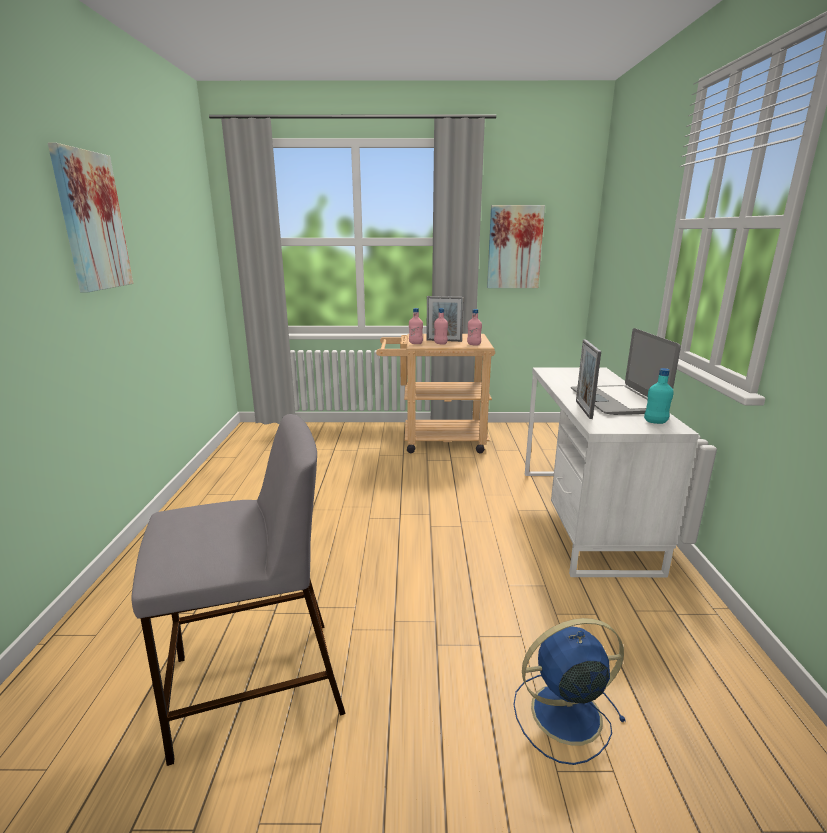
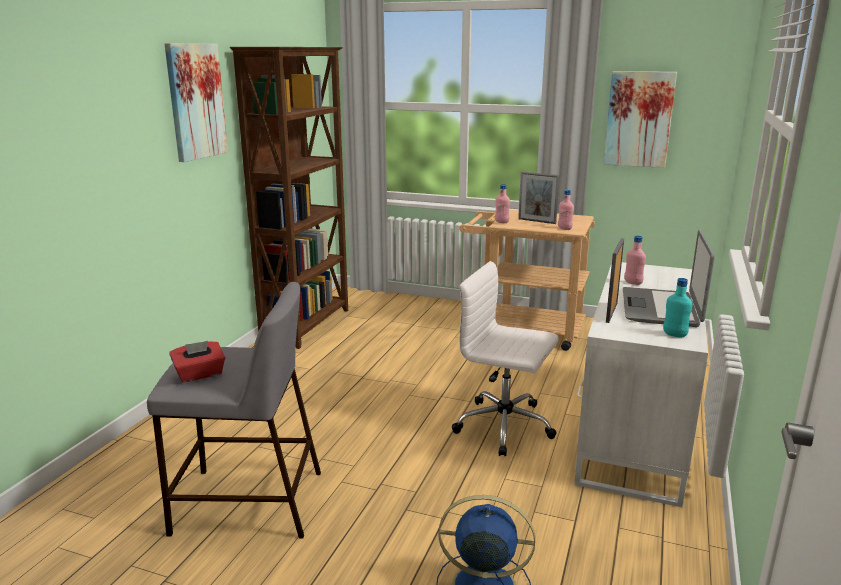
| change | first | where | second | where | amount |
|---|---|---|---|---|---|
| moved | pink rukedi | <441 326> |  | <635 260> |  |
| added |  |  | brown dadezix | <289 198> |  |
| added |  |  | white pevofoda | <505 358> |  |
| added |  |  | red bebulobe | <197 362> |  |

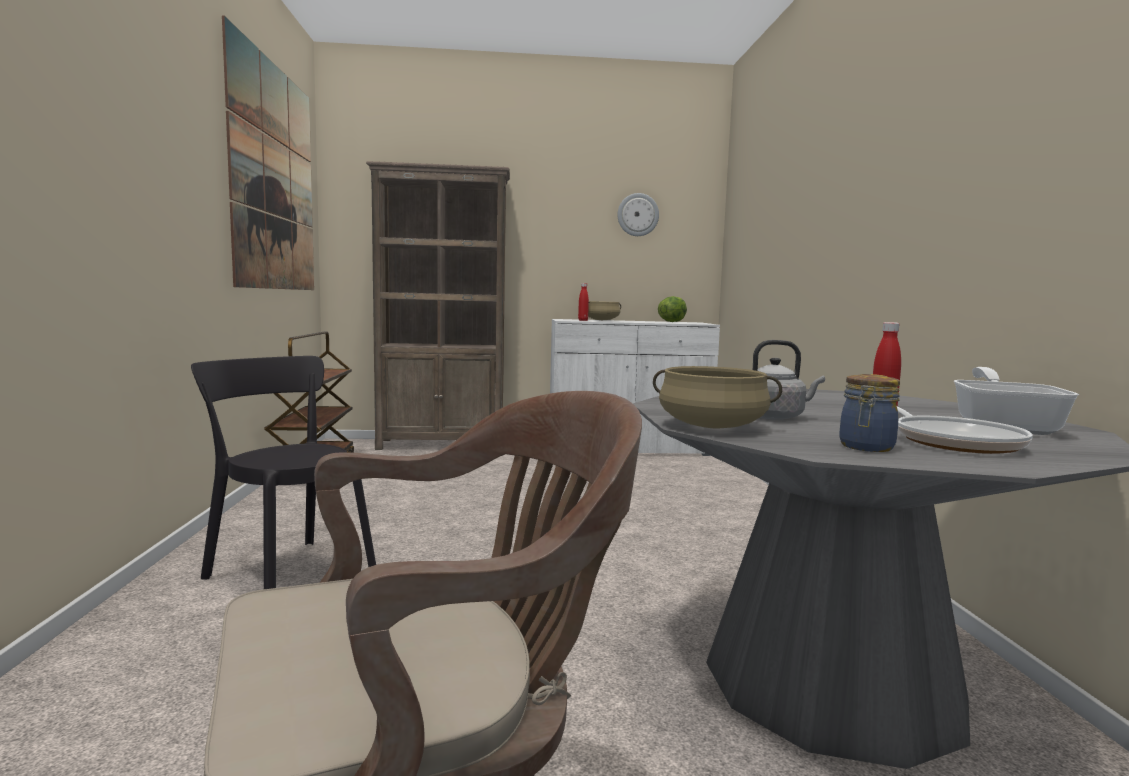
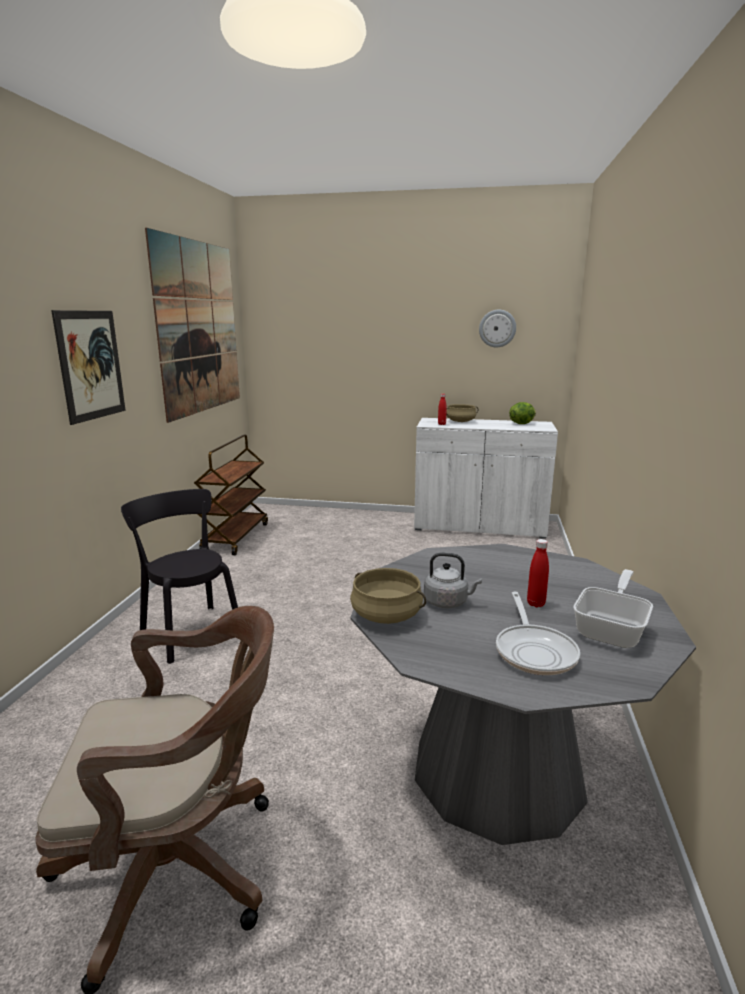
| change | first | where | second | where | amount |
|---|---|---|---|---|---|
| removed | brown dadezix | <438 305> |  |  |  |
| removed | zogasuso | <869 413> |  |  |  |
| added |  |  | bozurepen | <88 367> |  |

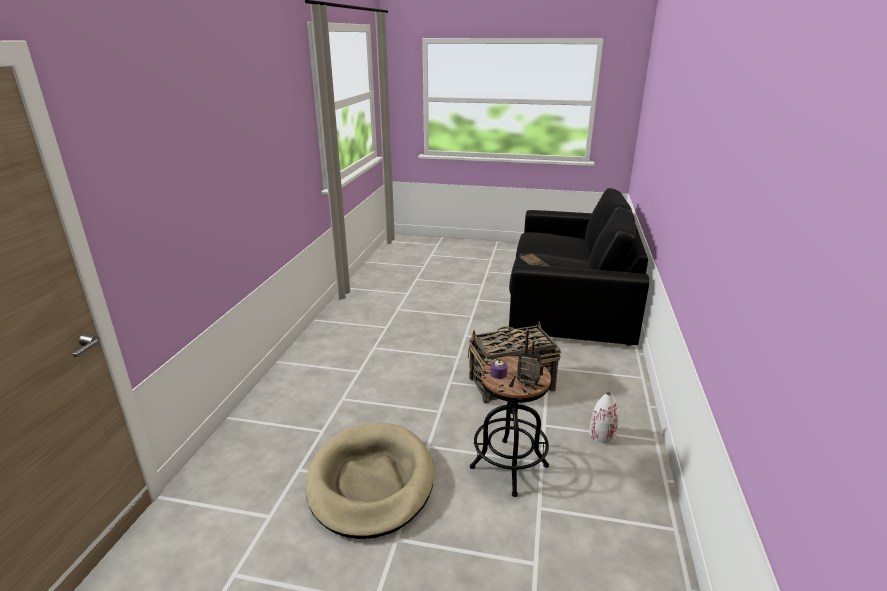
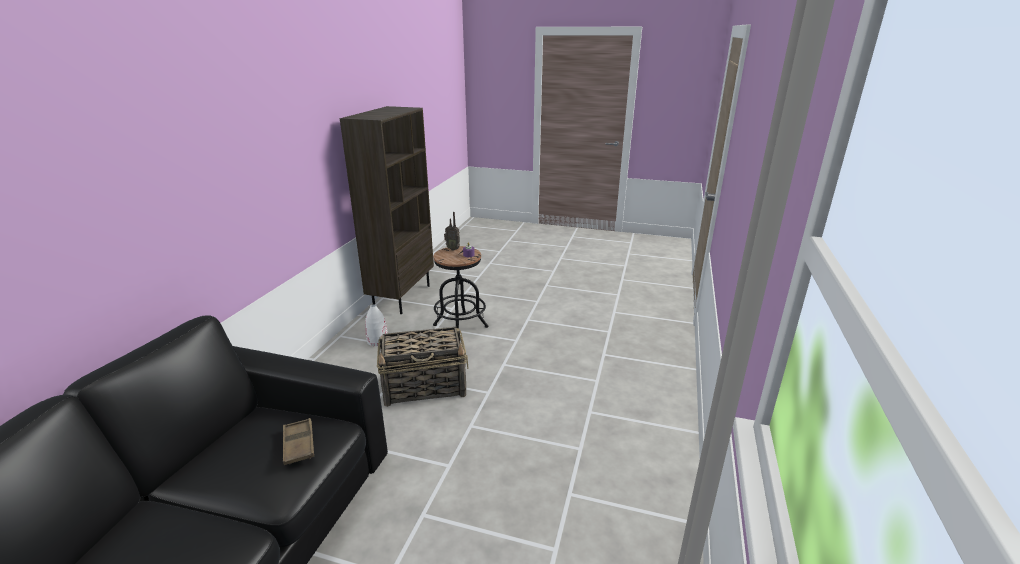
| change | first | where | second | where | amount |
|---|---|---|---|---|---|
| removed | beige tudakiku | <369 481> |  |  |  |
| added |  |  | brown dadezix | <387 210> |  |

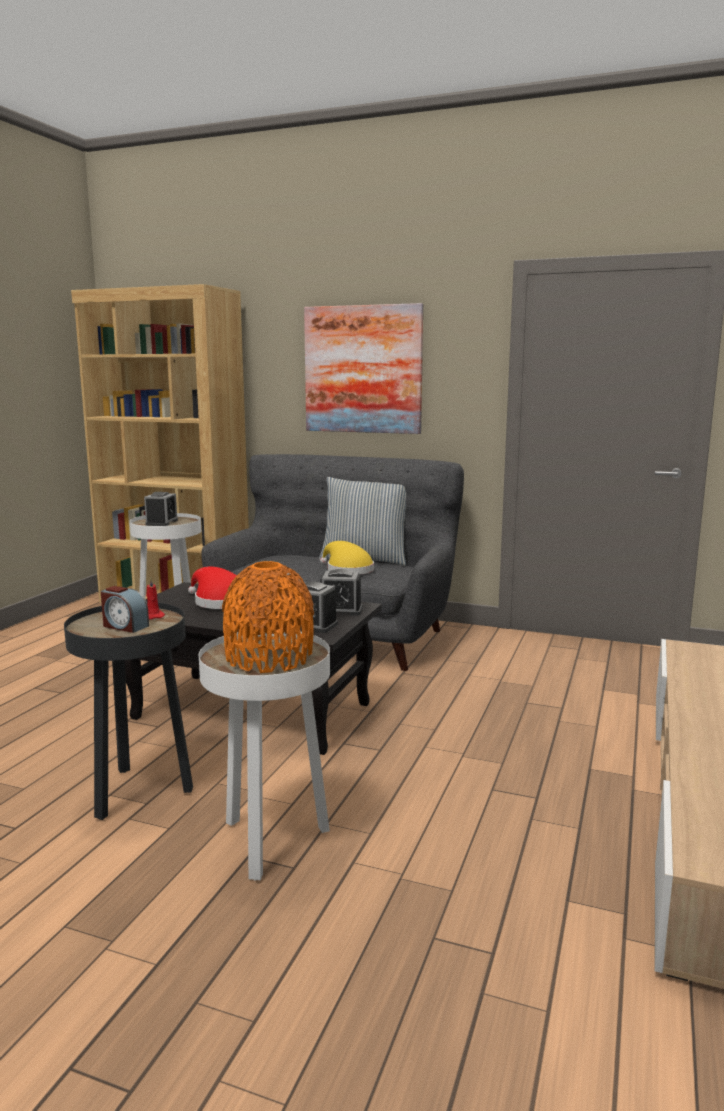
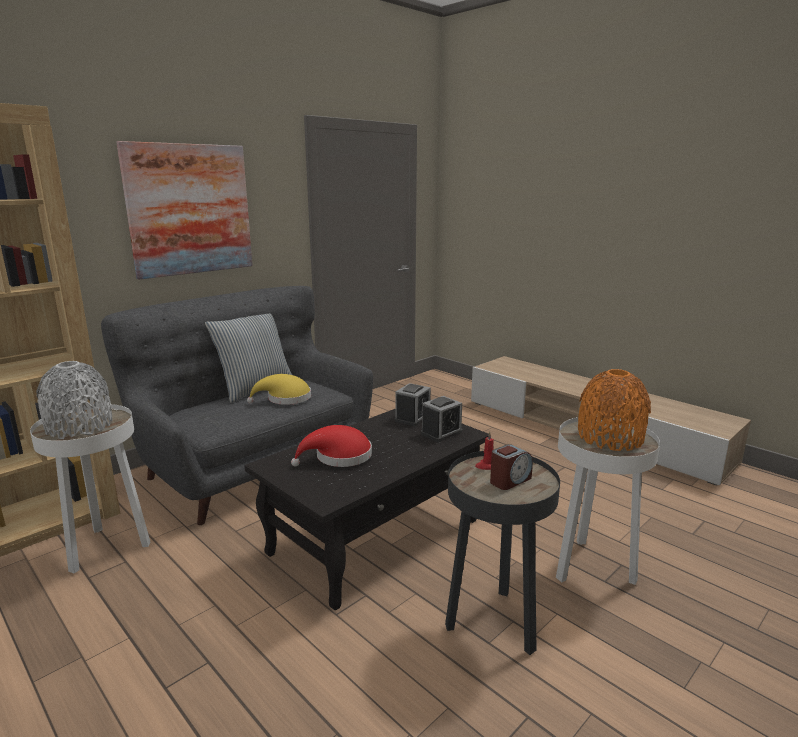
| change | first | where | second | where | amount |
|---|---|---|---|---|---|
| replaced | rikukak | <161 509> | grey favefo | <74 400> |  |

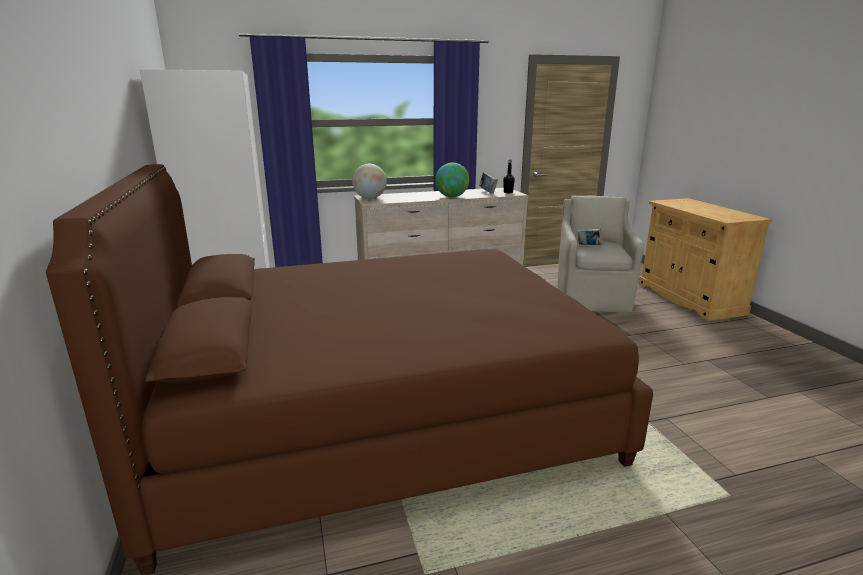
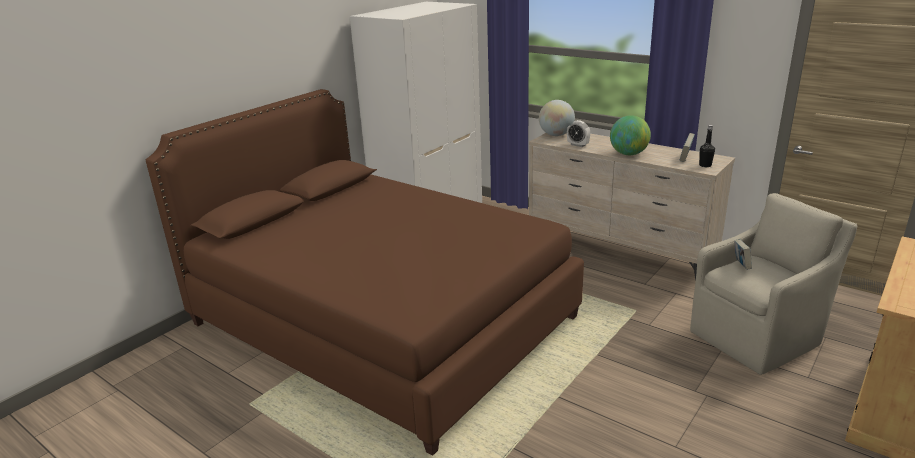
| change | first | where | second | where | amount |
|---|---|---|---|---|---|
| added |  |  | rikukak | <578 133> |  |

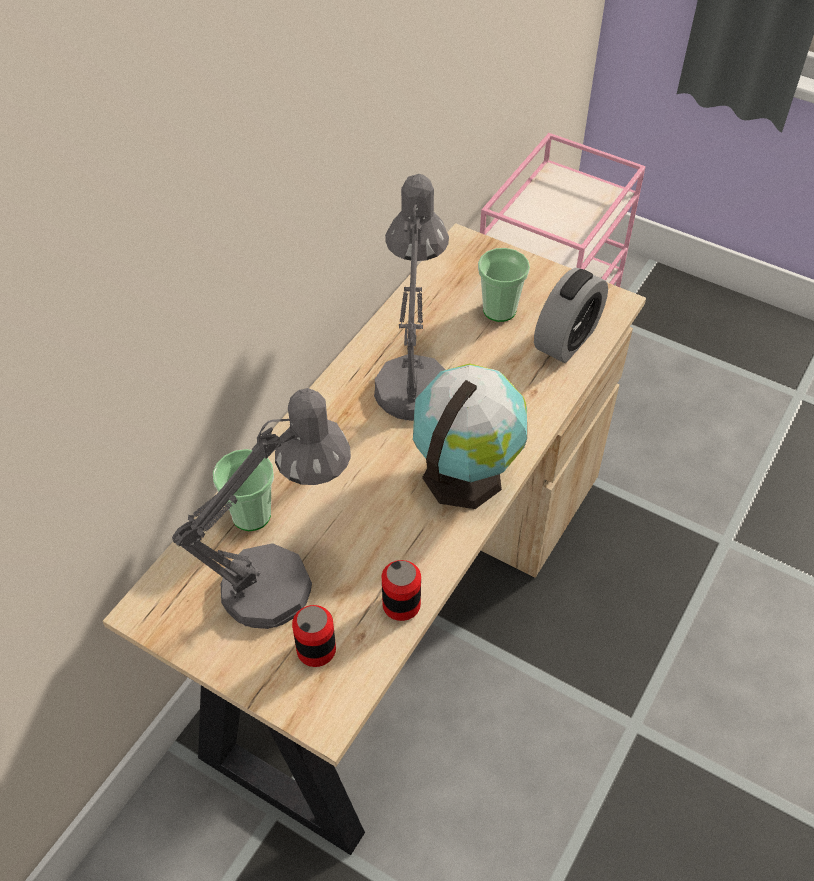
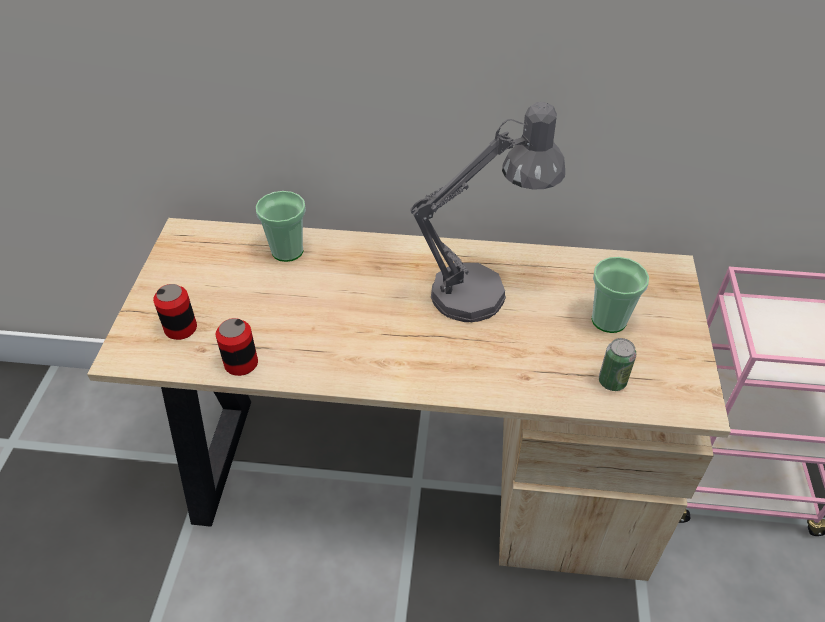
| change | first | where | second | where | amount |
|---|---|---|---|---|---|
| replaced | rikukak | <571 315> | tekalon | <617 364> |  |
| removed | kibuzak | <470 436> |  |  |  |
| removed | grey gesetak | <261 508> |  |  |  |

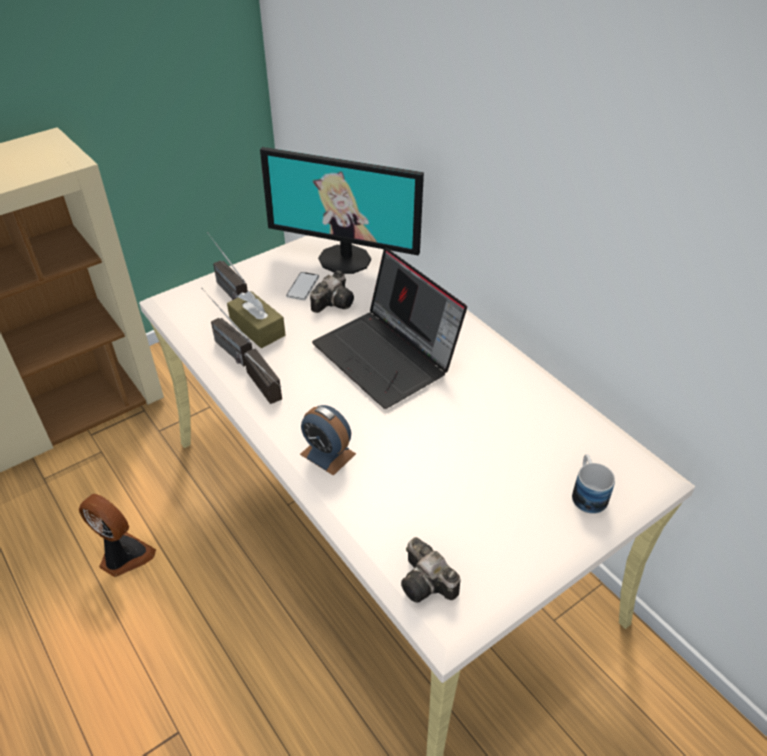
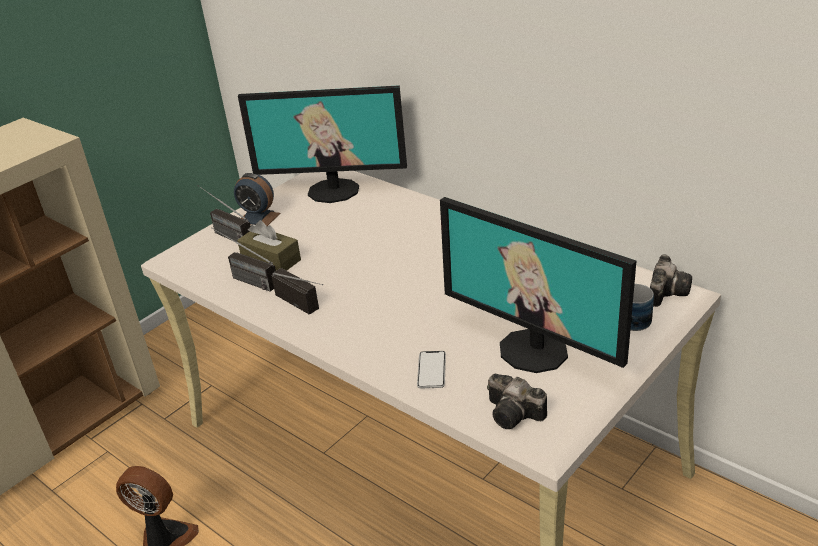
| change | first | where | second | where | amount |
|---|---|---|---|---|---|
| removed | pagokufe | <389 328> |  |  |  |
| moved | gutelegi | <332 291> |  | <671 280> |  |
| moved | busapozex | <302 286> |  | <431 369> |  |
| moved | rikukak | <328 440> |  | <257 200> |  |
| added |  |  | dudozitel | <538 285> |  |

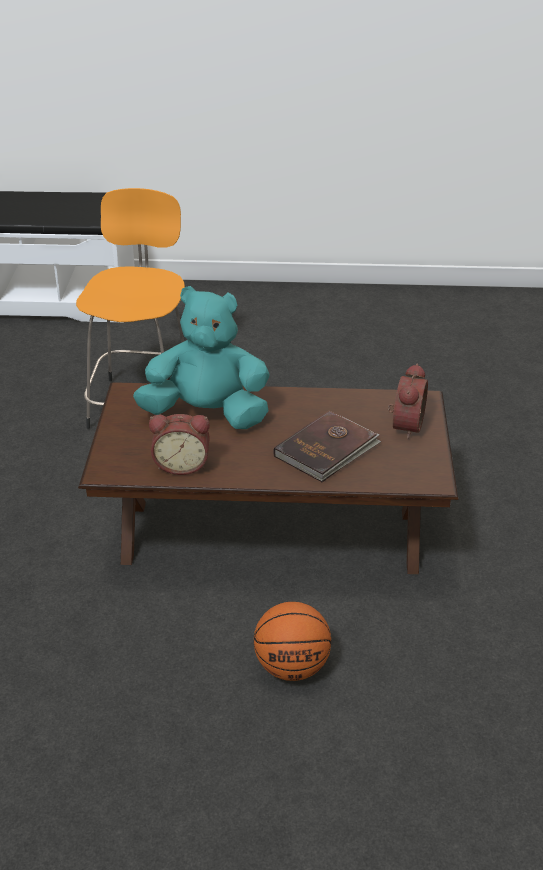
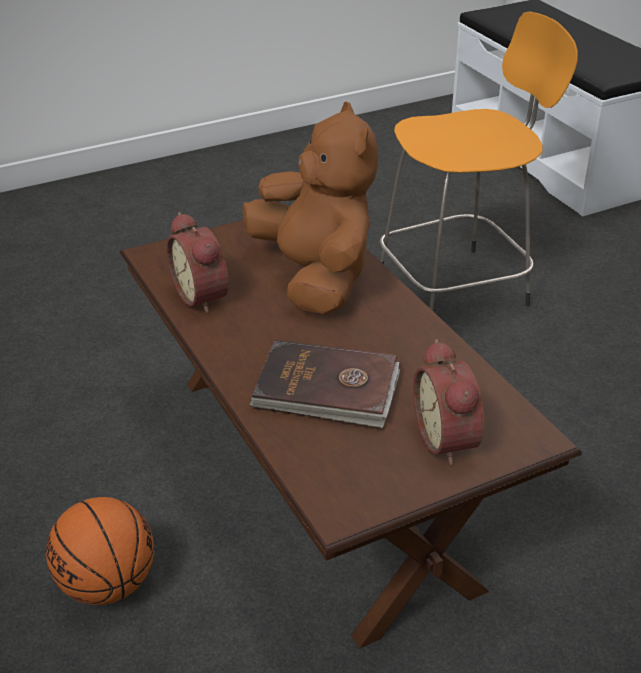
| change | first | where | second | where | amount |
|---|---|---|---|---|---|
| recoloured | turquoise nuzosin | <201 357> | brown nuzosin | <310 208> |  |
| turned | rikukak | <408 401> |  | <448 402> | 90 degrees clockwise |

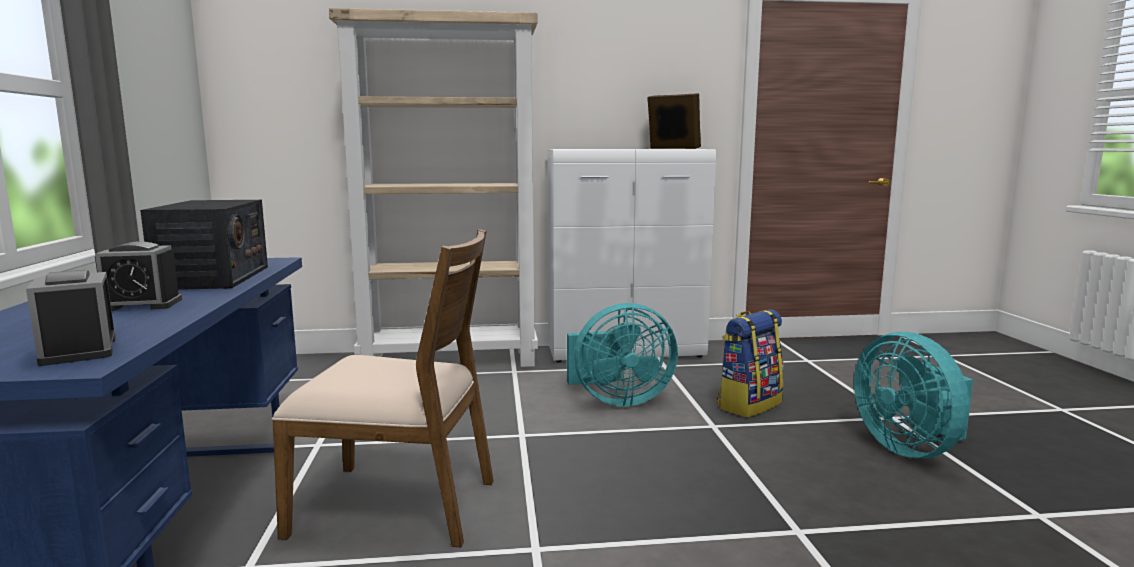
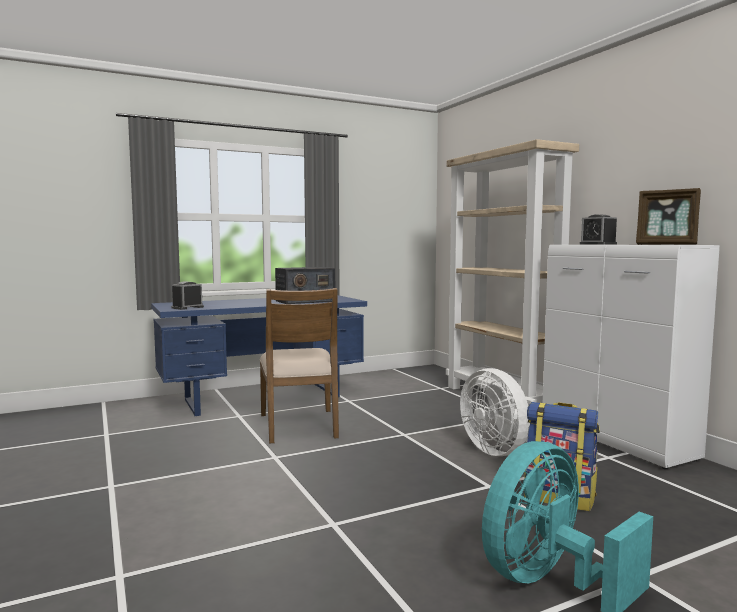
| change | first | where | second | where | amount |
|---|---|---|---|---|---|
| turned | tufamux | <674 121> |  | <668 216> | 105 degrees clockwise |
| moved | rikukak | <138 276> |  | <598 229> |  |
| recoloured | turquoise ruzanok | <622 355> | white ruzanok | <498 412> |  |

